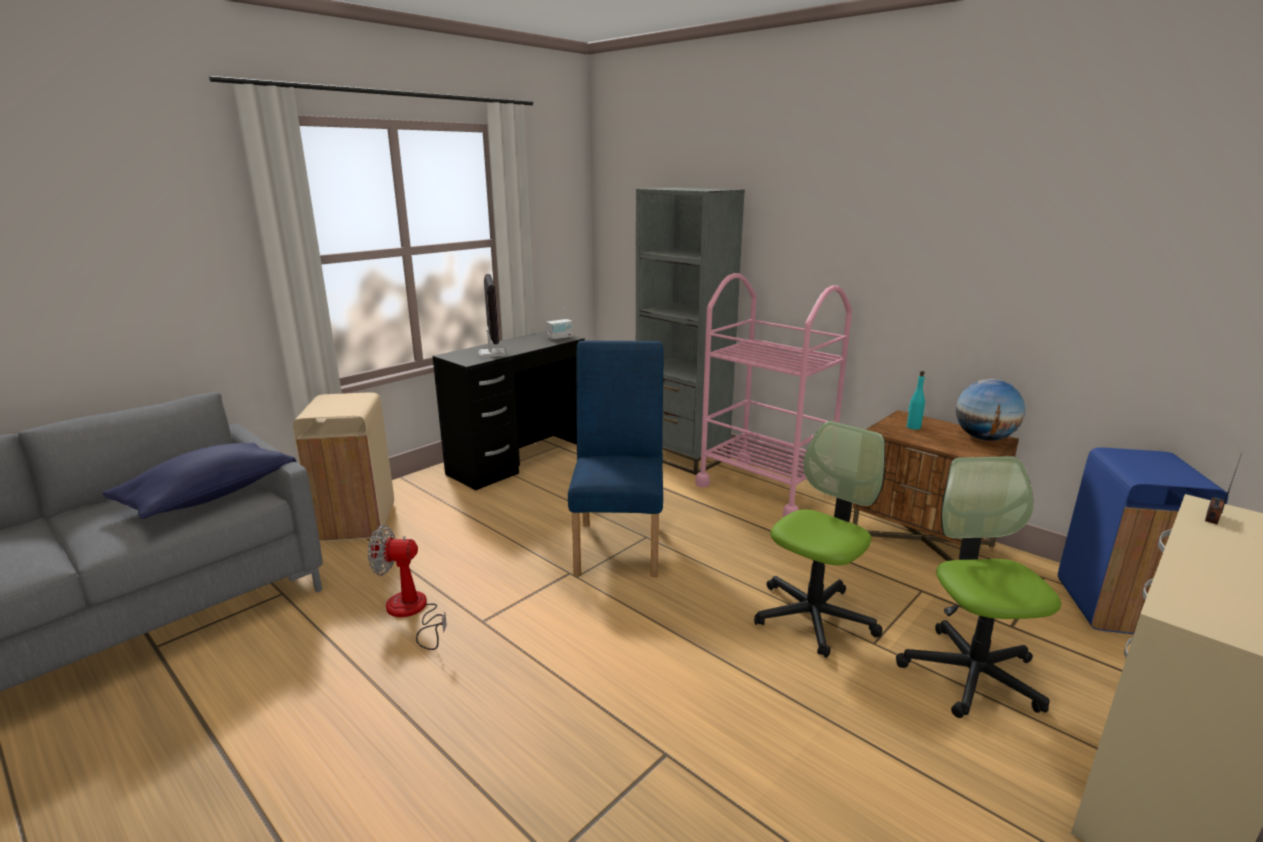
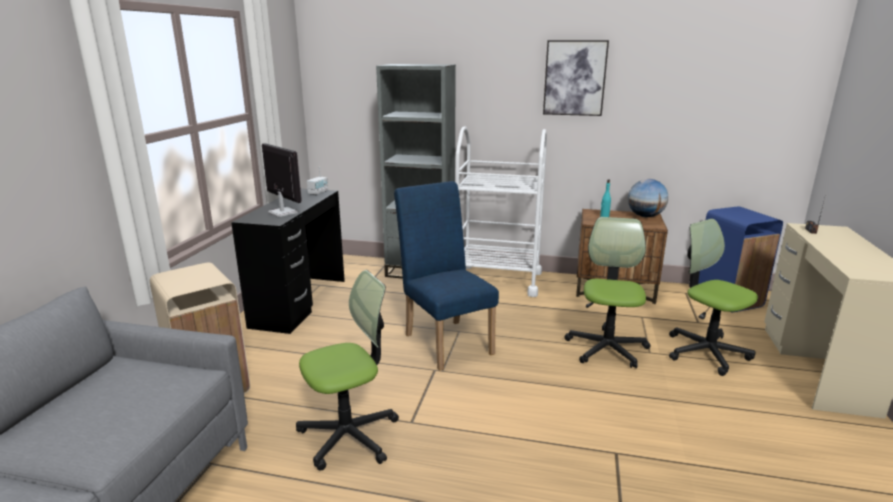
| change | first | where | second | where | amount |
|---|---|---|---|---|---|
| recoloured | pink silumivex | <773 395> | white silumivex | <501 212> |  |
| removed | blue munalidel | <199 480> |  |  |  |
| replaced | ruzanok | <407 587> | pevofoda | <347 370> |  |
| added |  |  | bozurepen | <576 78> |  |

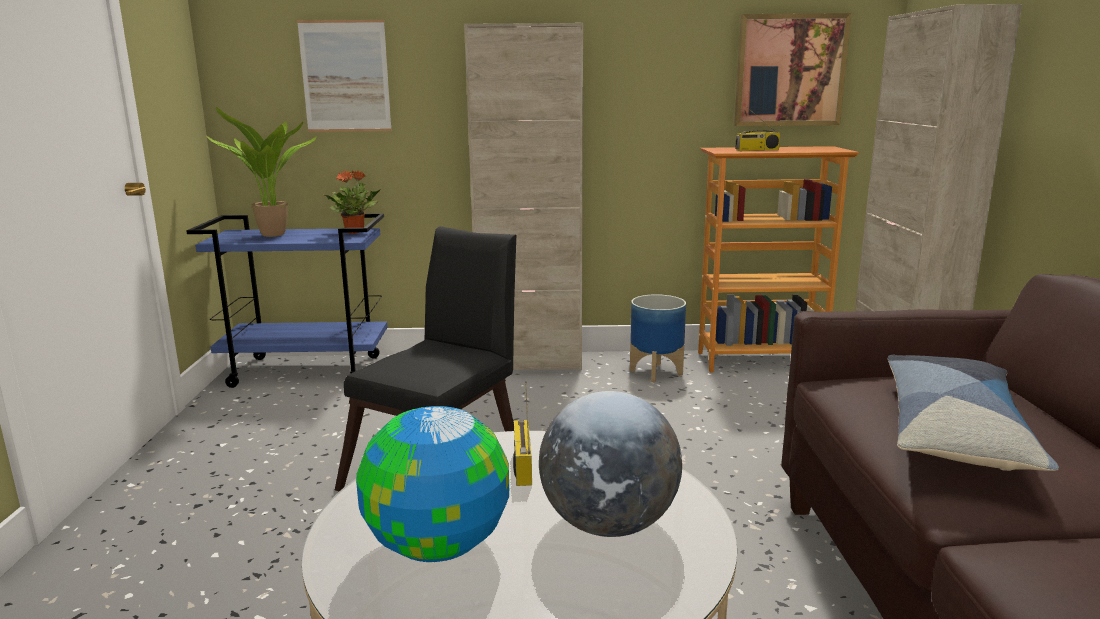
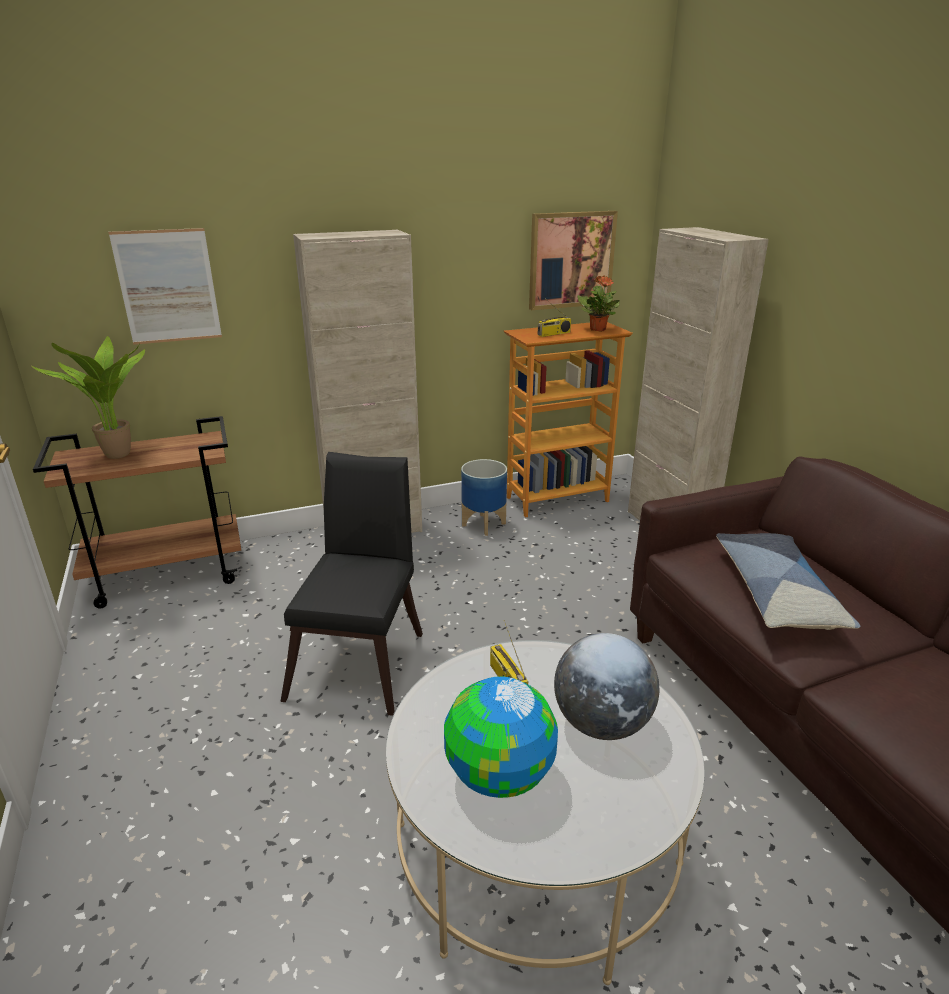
| change | first | where | second | where | amount |
|---|---|---|---|---|---|
| moved | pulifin | <353 202> |  | <598 304> |  |
| recoloured | blue silumivex | <286 300> | brown silumivex | <137 512> |  |

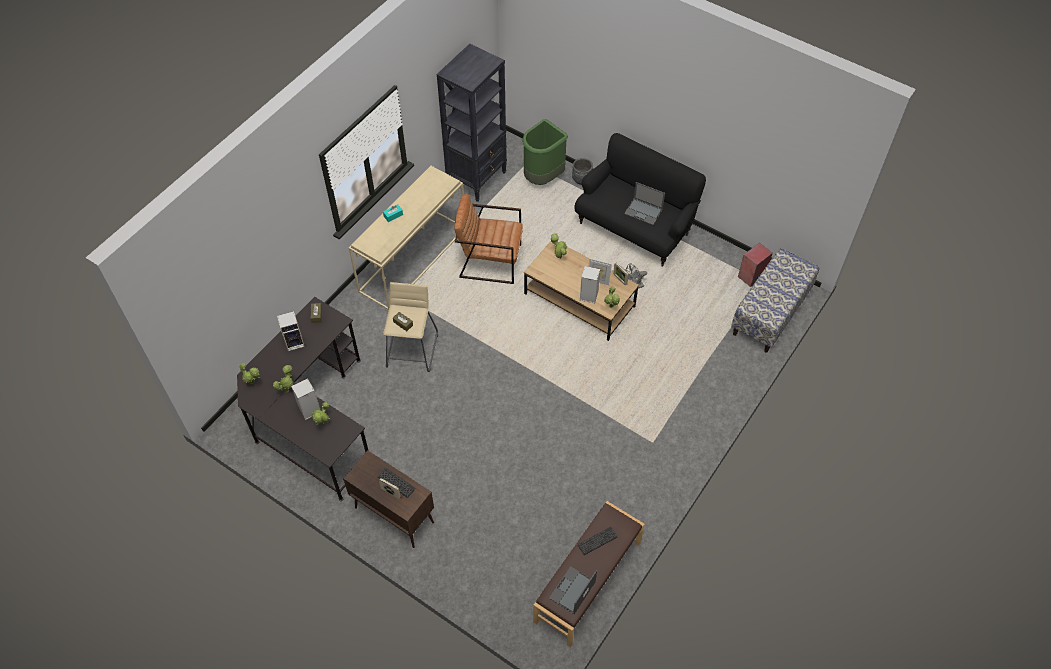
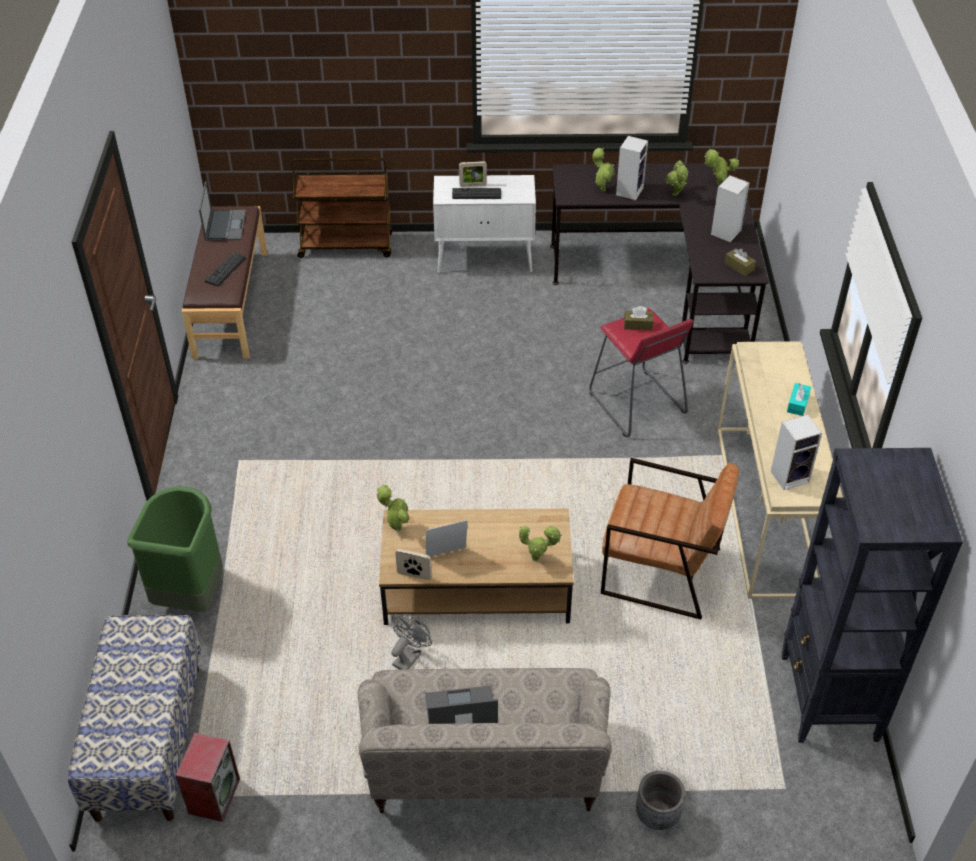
| change | first | where | second | where | amount |
|---|---|---|---|---|---|
| moved | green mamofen | <545 152> |  | <175 549> |  |
| recoloured | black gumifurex | <640 200> | beige gumifurex | <485 740> |  |
| turned | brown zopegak | <488 239> |  | <670 538> | 45 degrees clockwise |
| moved | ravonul | <590 285> |  | <796 452> |  |
| recoloured | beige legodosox | <410 327> | red legodosox | <641 372> |  |
| recoloured | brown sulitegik | <388 499> | white sulitegik | <484 224> |  |
| added |  |  | brown silumivex | <342 208> |  |

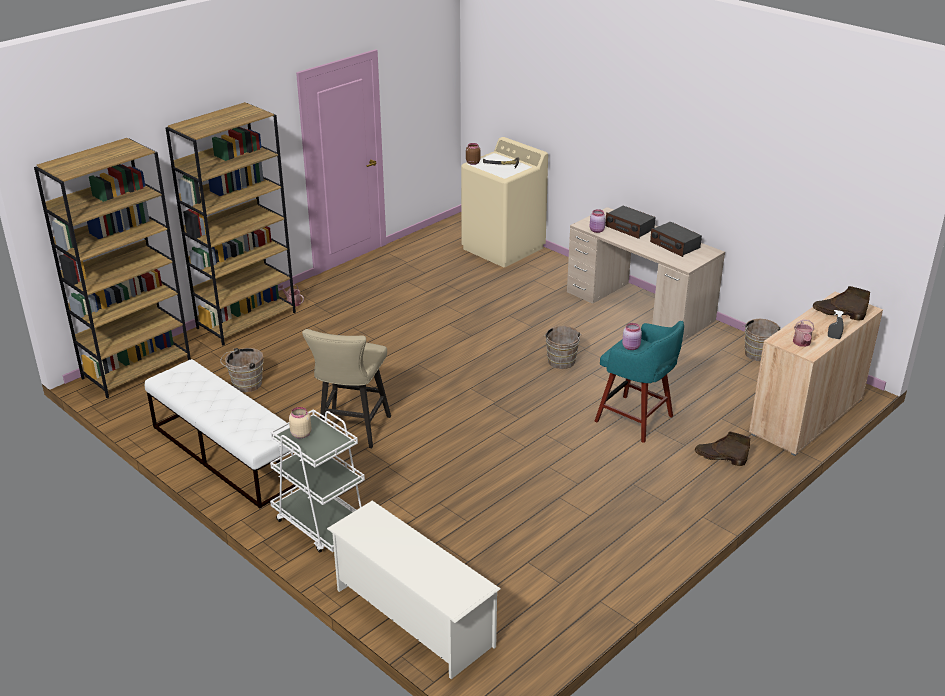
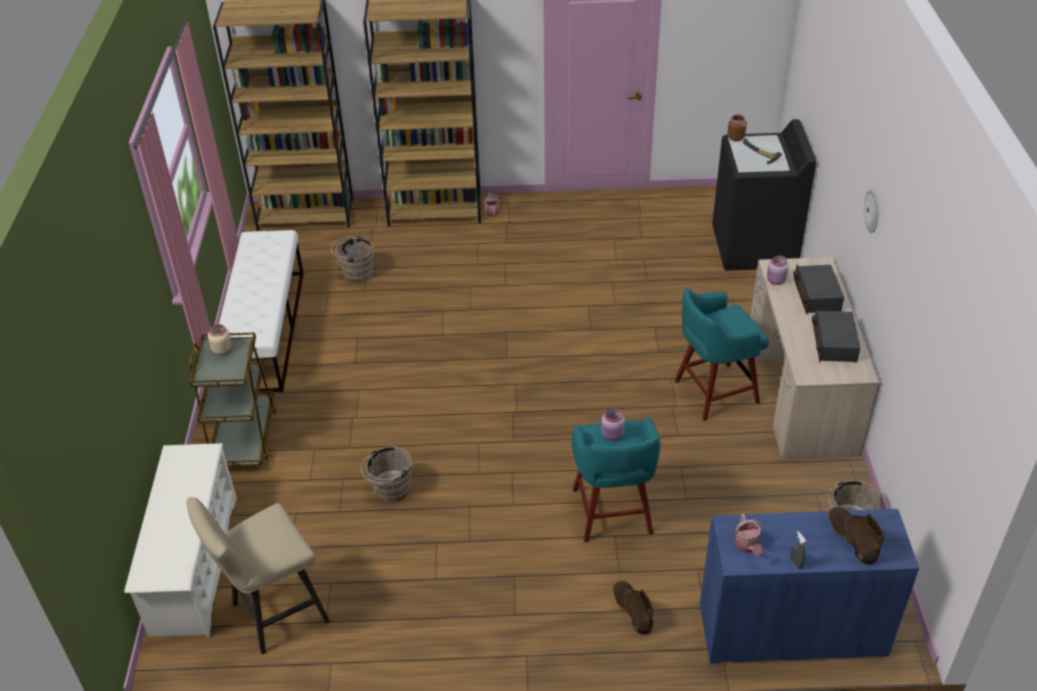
| change | first | where | second | where | amount |
|---|---|---|---|---|---|
| recoloured | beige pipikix | <504 202> | black pipikix | <764 195> |  |
| recoloured | beige sulitegik | <816 374> | blue sulitegik | <809 586> |  |
| turned | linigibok | <803 333> |  | <749 535> | 60 degrees counterclockwise |
| moved | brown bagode | <562 347> |  | <386 474> |  |
| moved | beige legodosox | <346 388> |  | <258 575> |  |
| recoloured | white silumivex | <317 481> | brown silumivex | <233 399> |  |
| added |  |  | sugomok | <871 211> |  |
| added |  |  | turquoise legodosox | <722 354> |  |

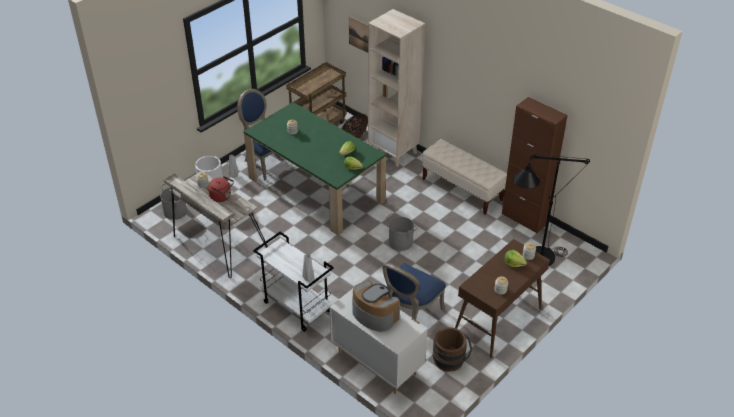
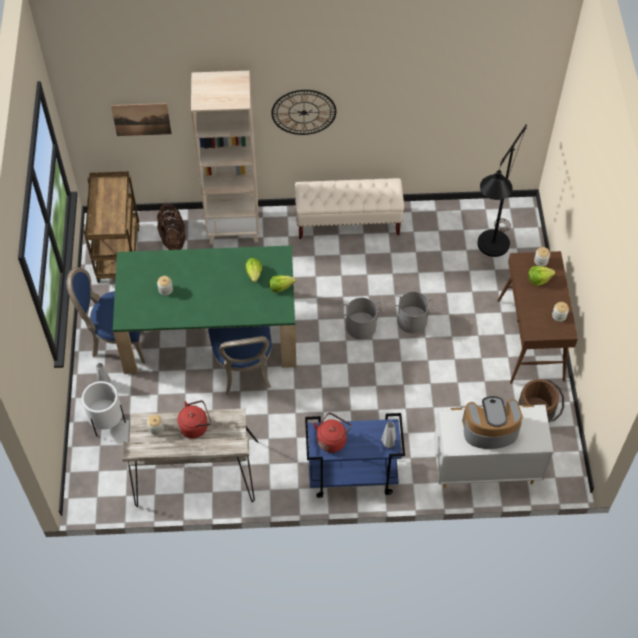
| change | first | where | second | where | amount |
|---|---|---|---|---|---|
| removed | brown sulitegik | <535 165> |  |  |  |
| moved | grey bagode | <173 201> |  | <414 312> |  |
| recoloured | white silumivex | <293 282> | blue silumivex | <355 455> |  |
| moved | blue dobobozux | <413 291> |  | <240 360> |  |
| added |  |  | sugomok | <303 112> |  |
| added |  |  | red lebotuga | <332 433> |  |

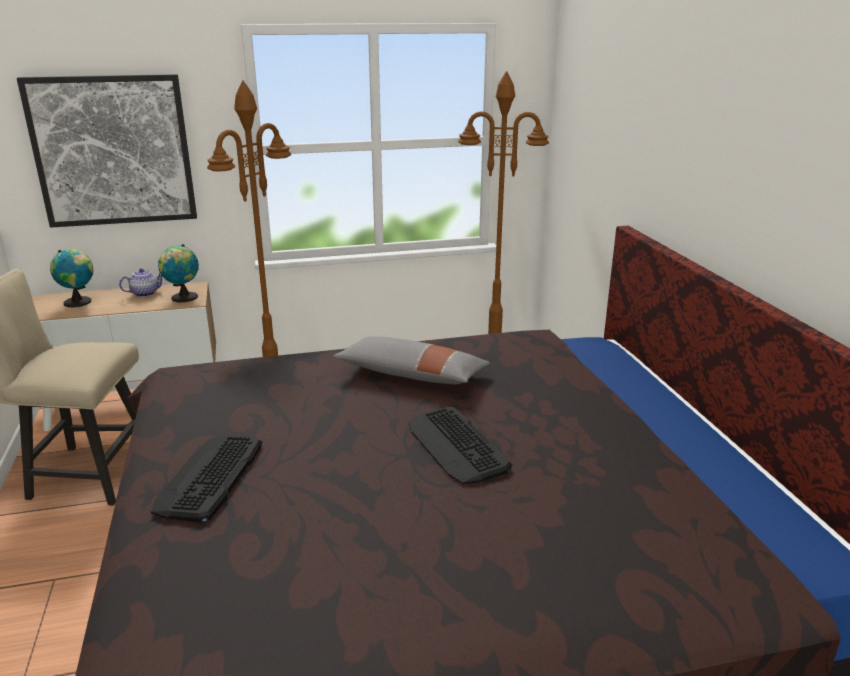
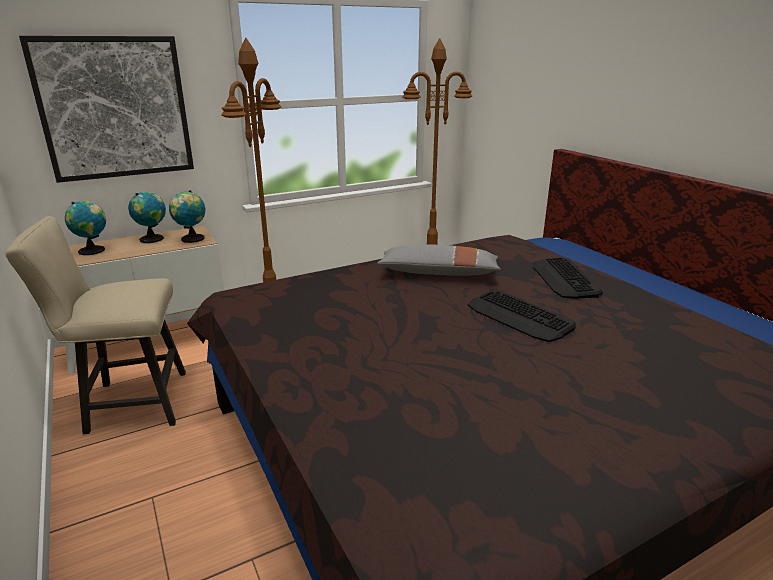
| change | first | where | second | where | amount |
|---|---|---|---|---|---|
| replaced | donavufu | <140 282> | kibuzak | <147 217> |  |
| moved | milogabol | <206 479> |  | <568 278> |  |

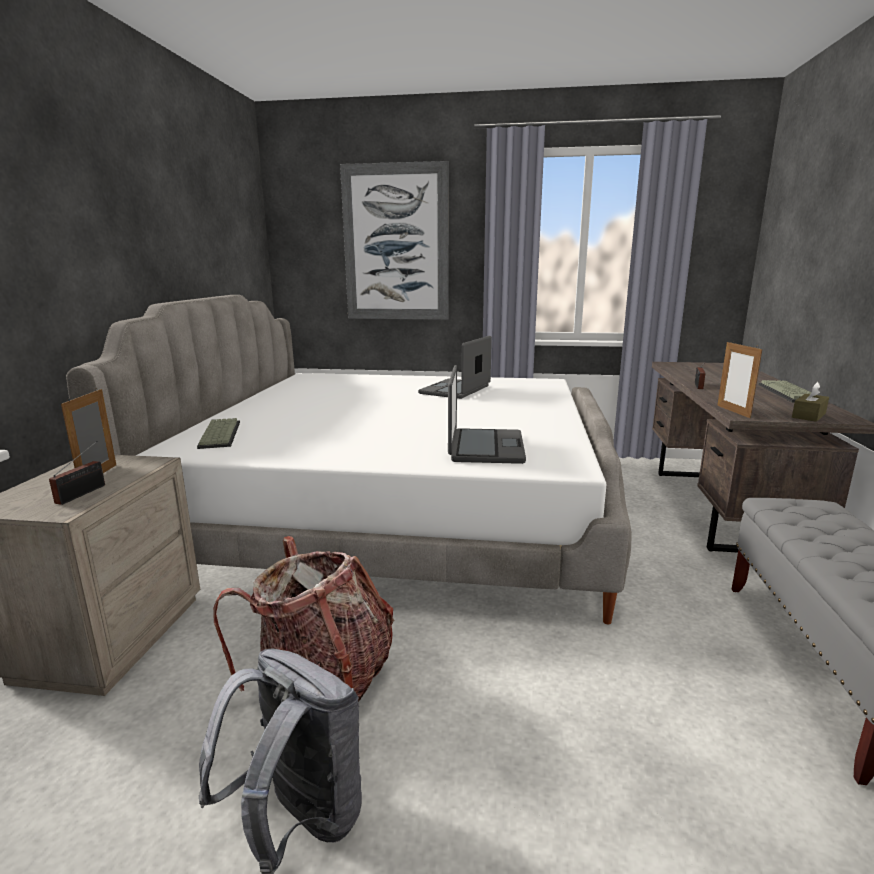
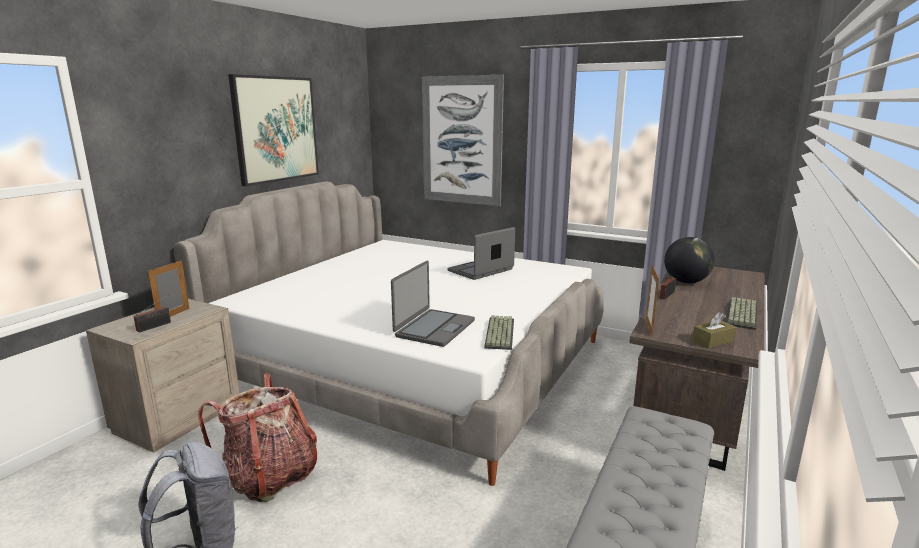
| change | first | where | second | where | amount |
|---|---|---|---|---|---|
| moved | milogabol | <218 433> |  | <499 333> |  |
| added |  |  | bozurepen | <273 130> |  |
| added |  |  | kibuzak | <689 260> |  |

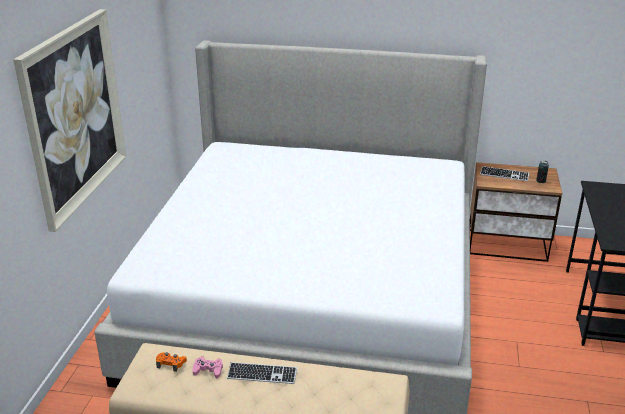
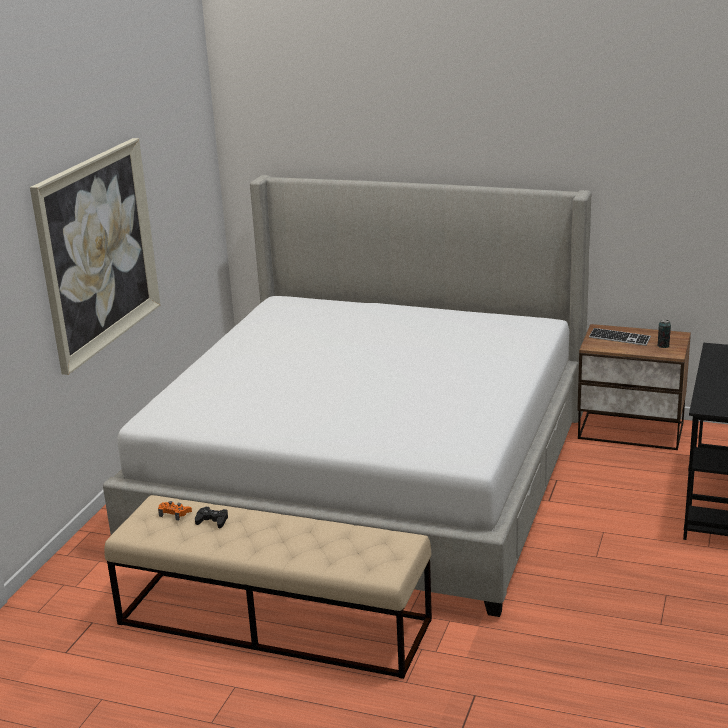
| change | first | where | second | where | amount |
|---|---|---|---|---|---|
| recoloured | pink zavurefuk | <207 368> | black zavurefuk | <211 518> |  |
| removed | milogabol | <262 373> |  |  |  |

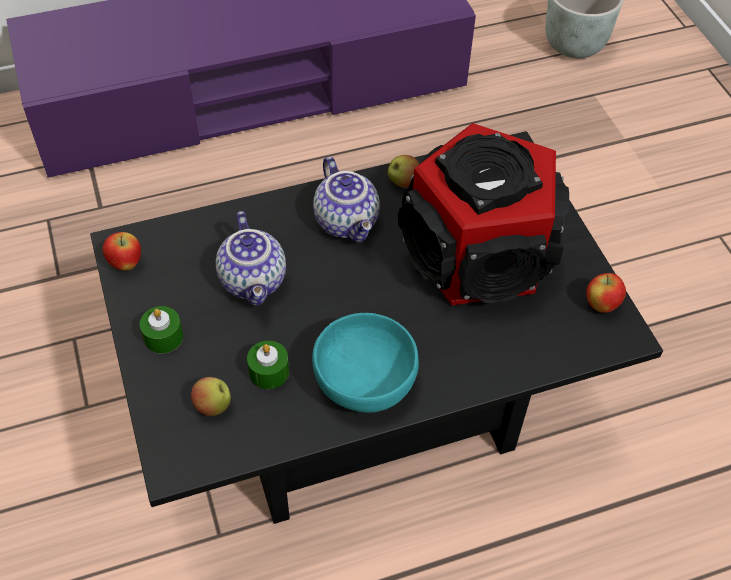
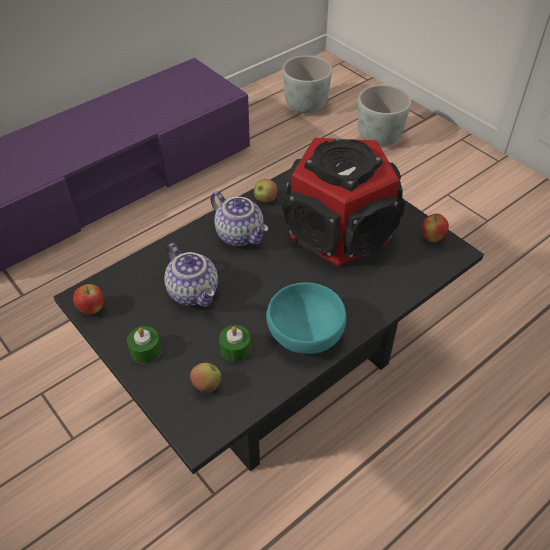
| change | first | where | second | where | amount |
|---|---|---|---|---|---|
| added |  |  | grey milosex | <384 115> |  |

